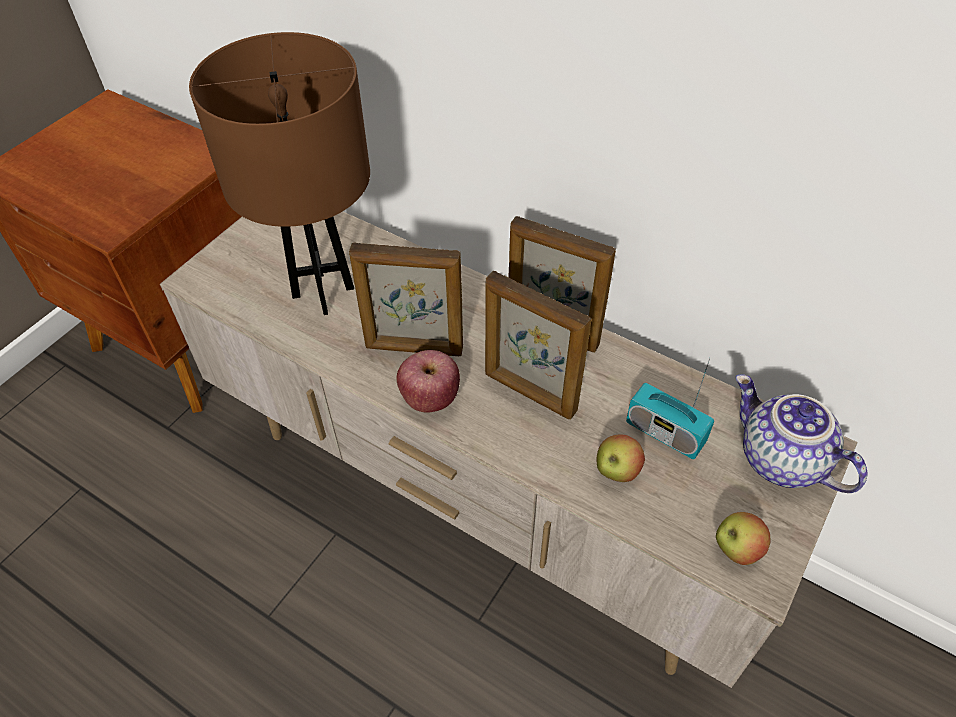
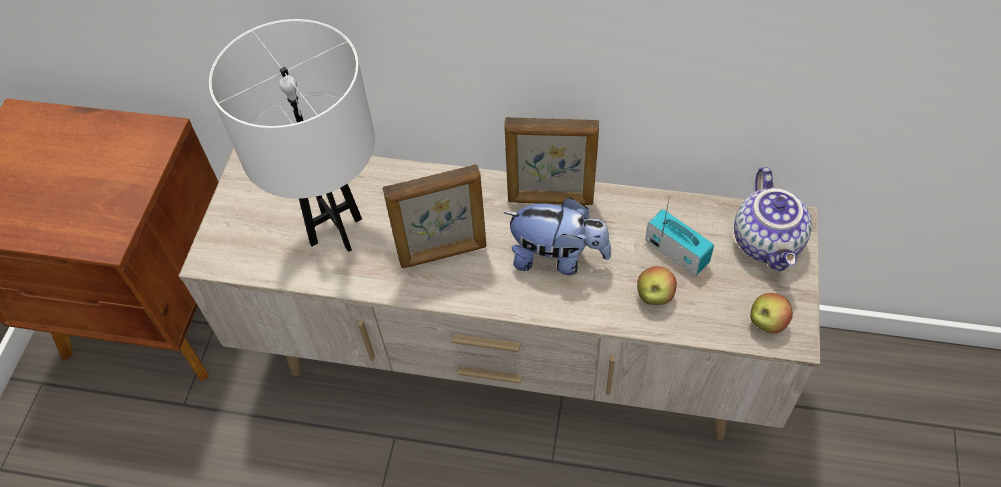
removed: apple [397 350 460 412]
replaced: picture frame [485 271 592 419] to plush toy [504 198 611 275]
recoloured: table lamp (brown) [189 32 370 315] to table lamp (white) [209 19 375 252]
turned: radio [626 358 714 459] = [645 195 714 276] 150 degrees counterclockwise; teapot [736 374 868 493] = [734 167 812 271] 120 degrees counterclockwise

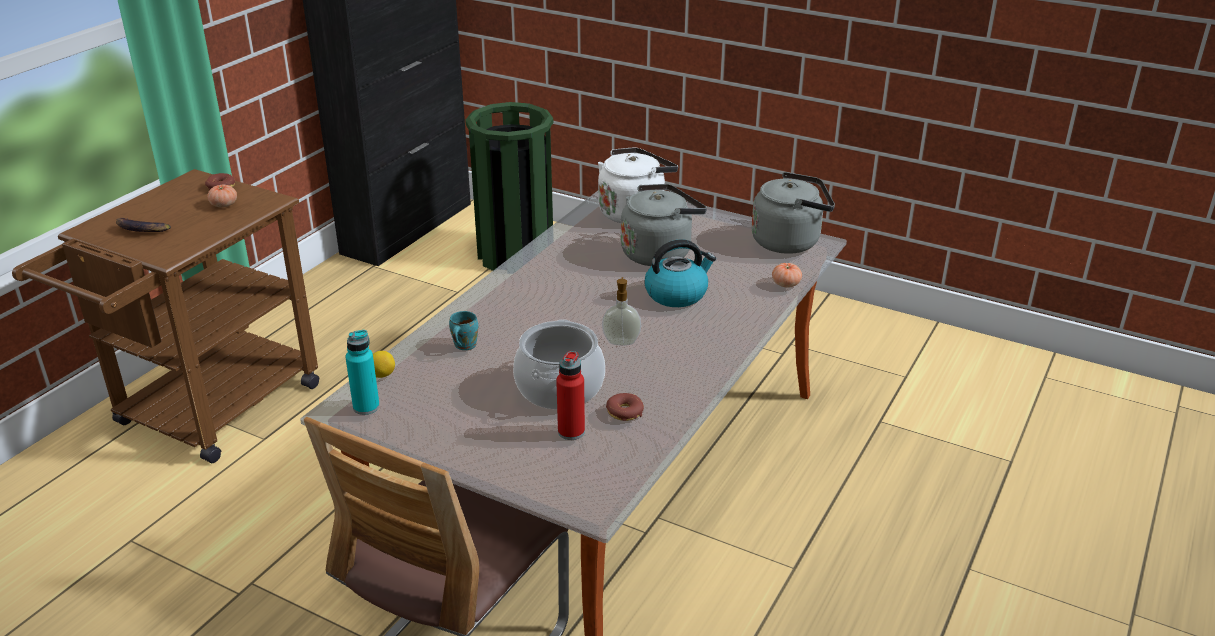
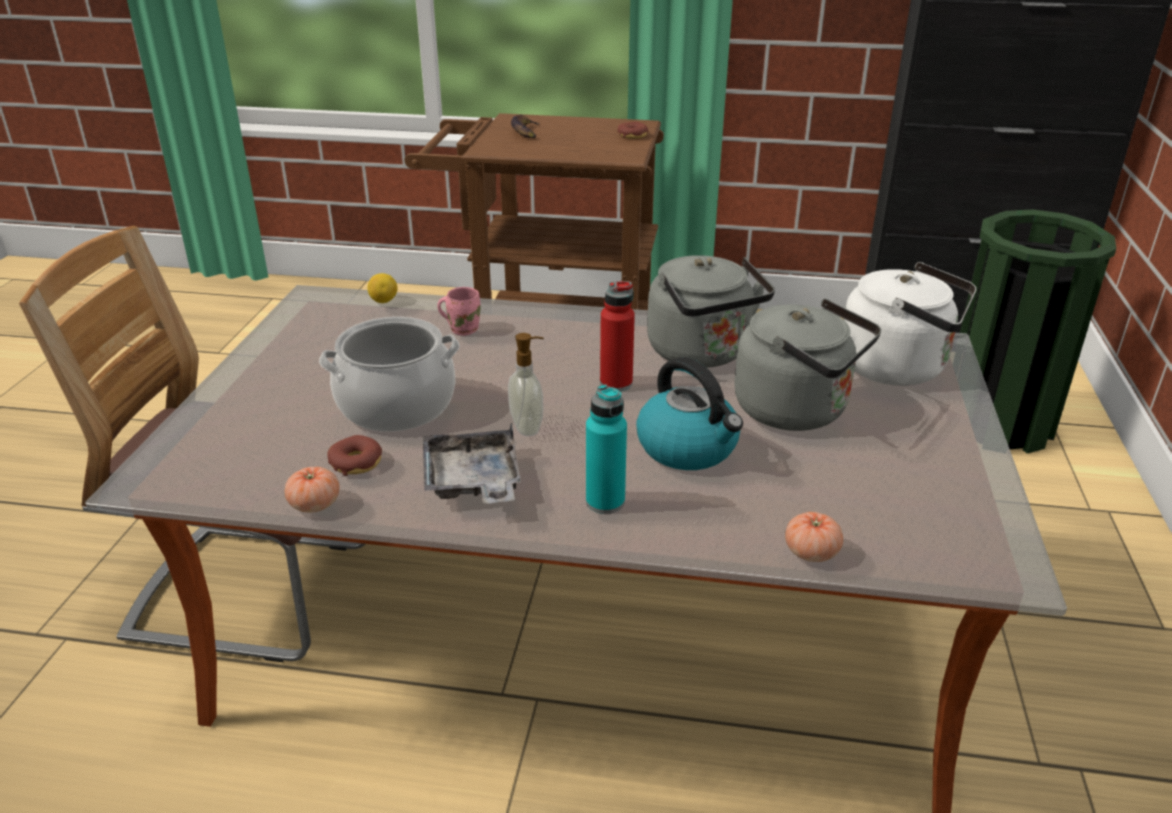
added: tray (grey) [423 423 521 504]
moved: kettle (grey) [751 172 835 254] to [647 256 775 368]; tomato [207 185 237 208] to [285 467 340 513]; bottle (turquoise) [345 330 380 415] to [586 384 627 514]; bottle (red) [556 351 585 440] to [600 281 635 391]
recoloured: mug (turquoise) [449 311 478 350] to mug (pink) [437 287 481 336]

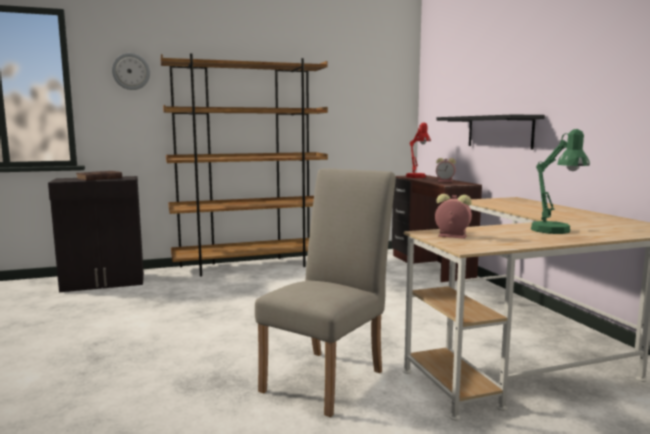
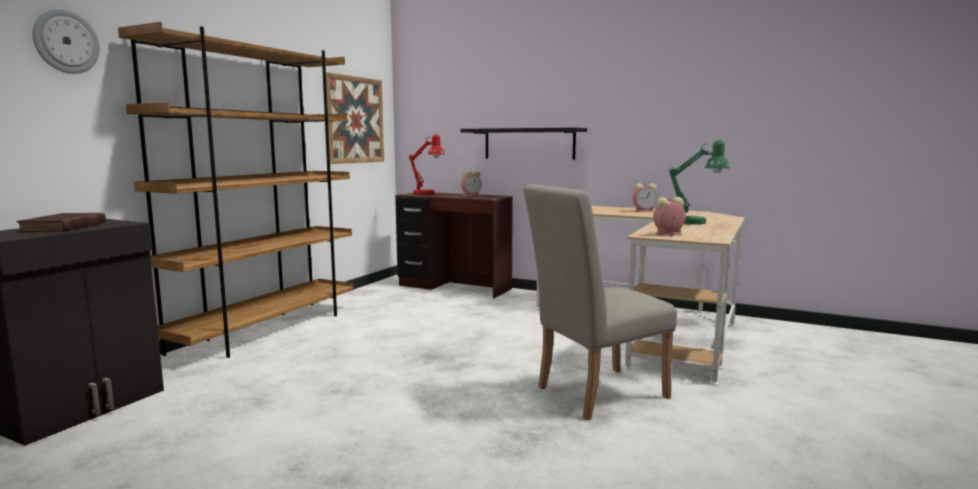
added: picture [326 72 384 164]; alarm clock [633 183 658 212]
turned: chair (beige) [255 168 396 417] = [523 184 677 420] 105 degrees counterclockwise

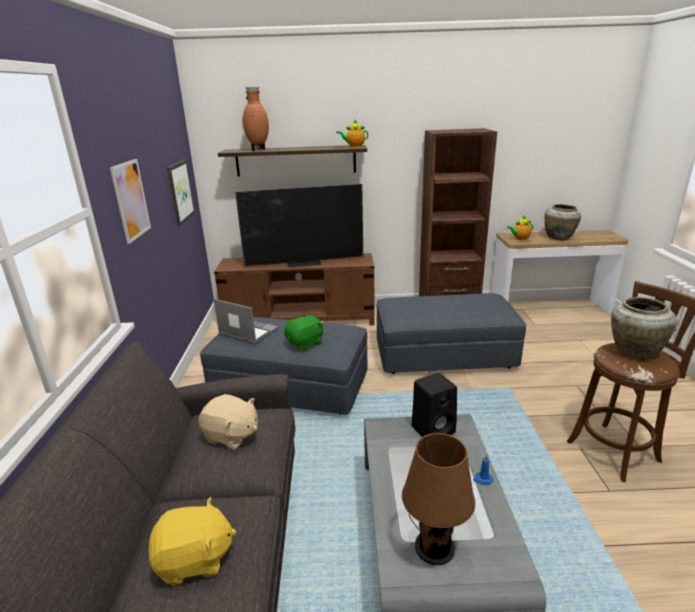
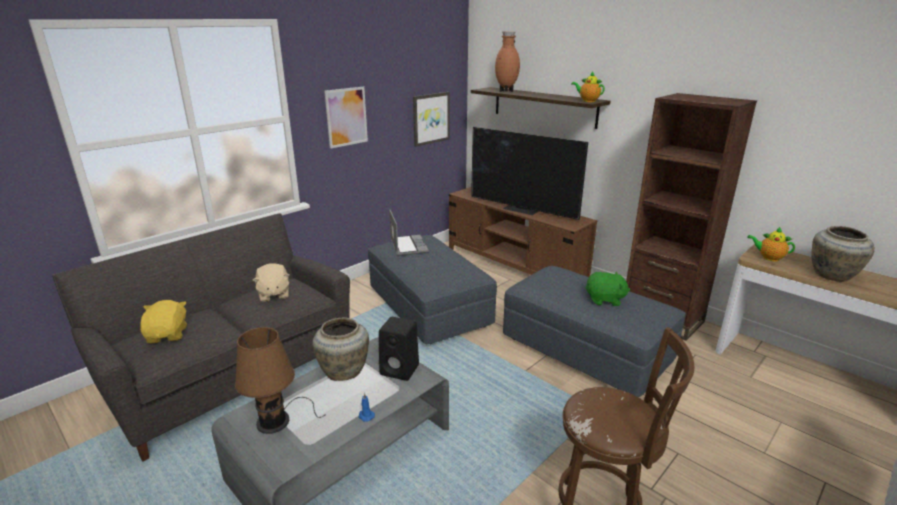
moved: vase (beige) [611 297 677 360] to [312 318 369 381]; plush toy (green) [284 314 323 351] to [585 272 630 306]
turned: plush toy (yellow) [148 497 237 585] = [140 300 187 343] 135 degrees counterclockwise

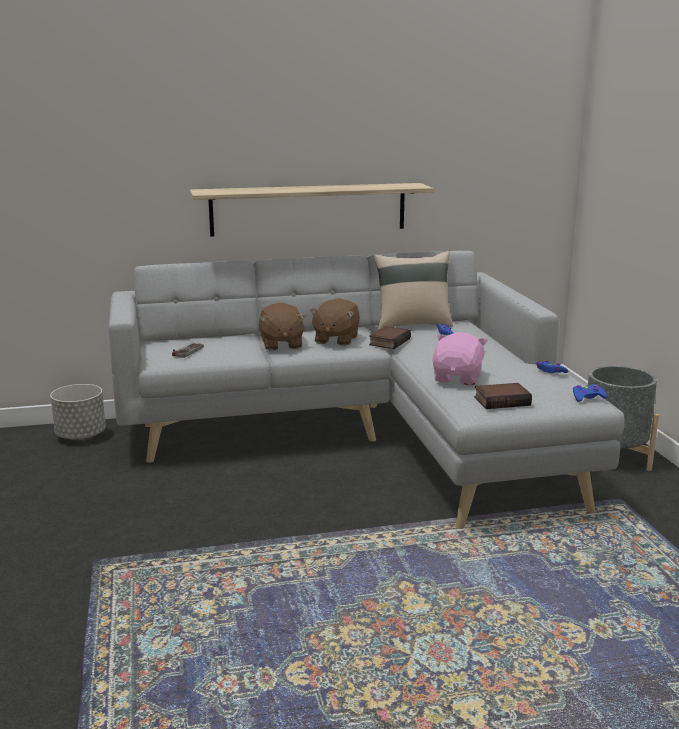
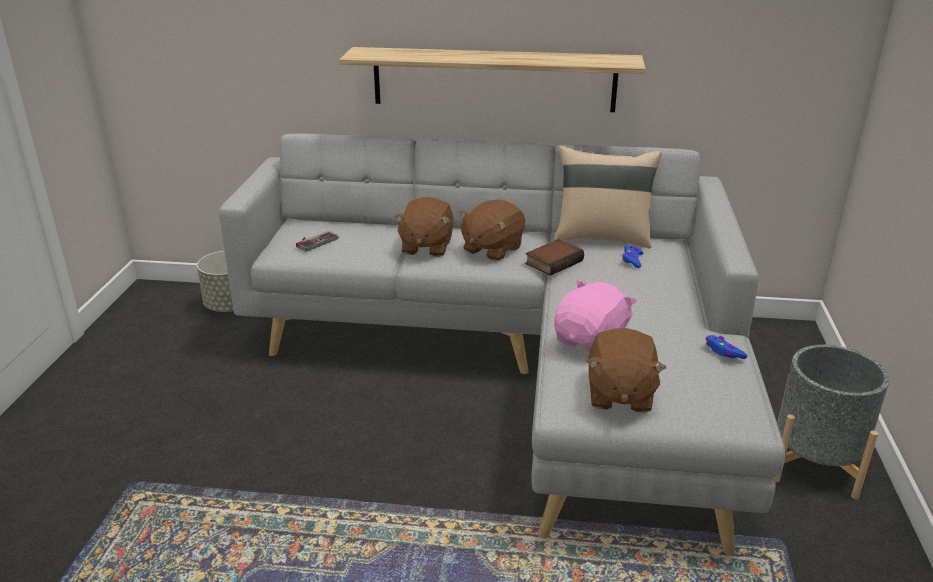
removed: game controller (blue) [573 384 608 402]
replaced: book [474 383 532 409] to plush toy (brown) [586 328 666 413]

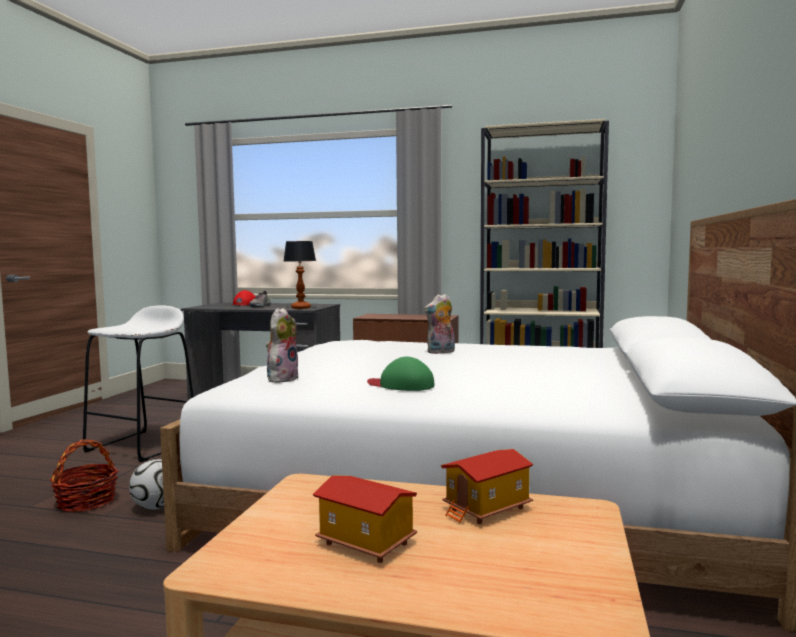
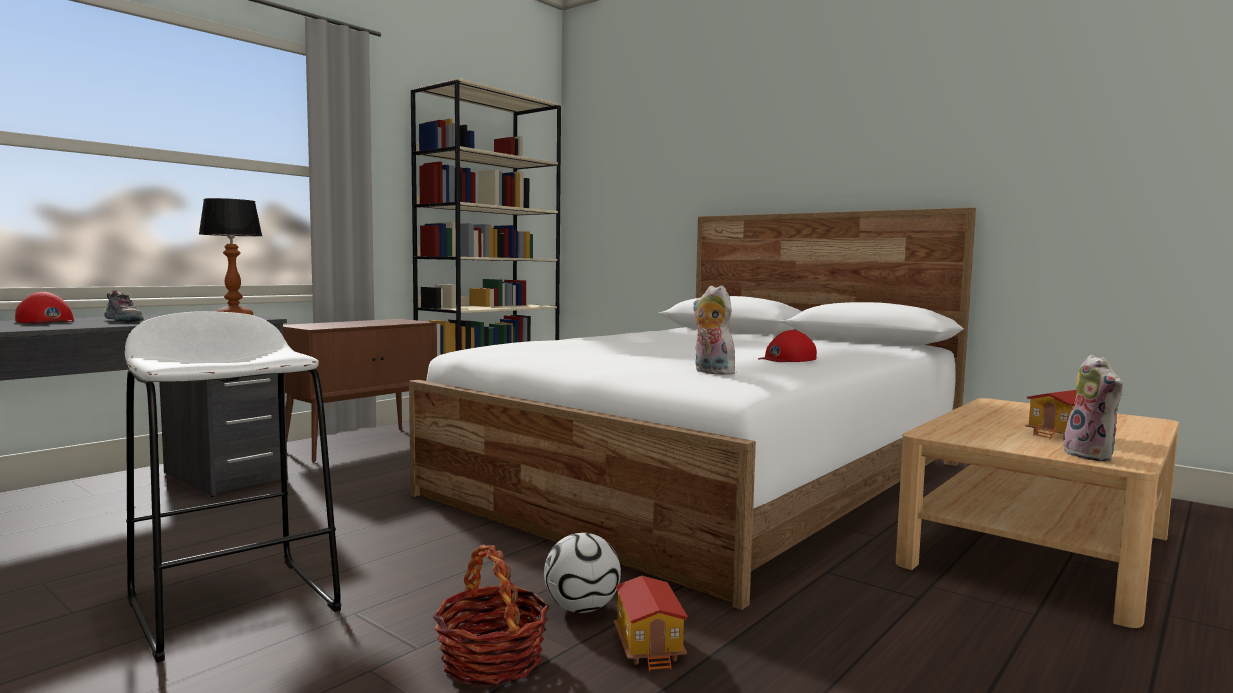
moved: plush toy [424 294 455 354] to [1058 355 1123 462]; toy house [441 449 533 524] to [614 576 688 671]
recoloured: cap (green) [367 357 435 391] to cap (red) [758 330 817 362]

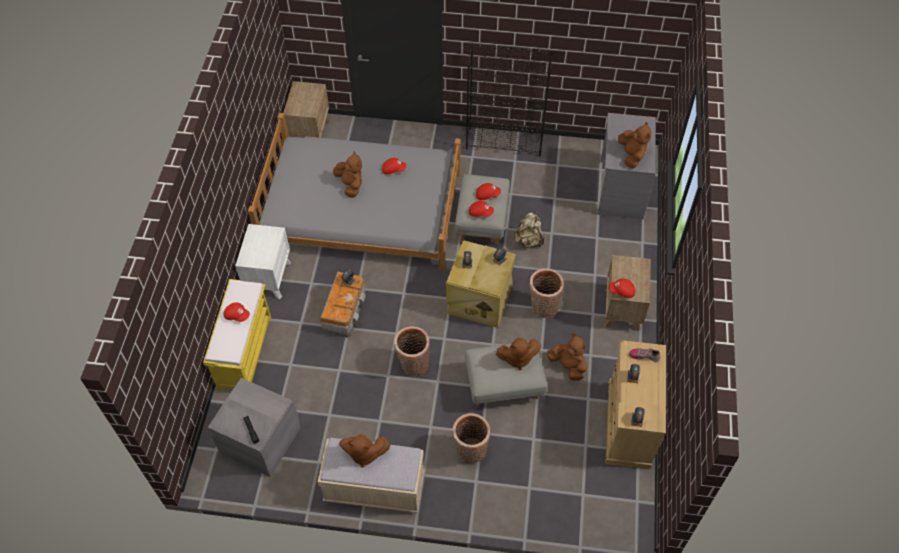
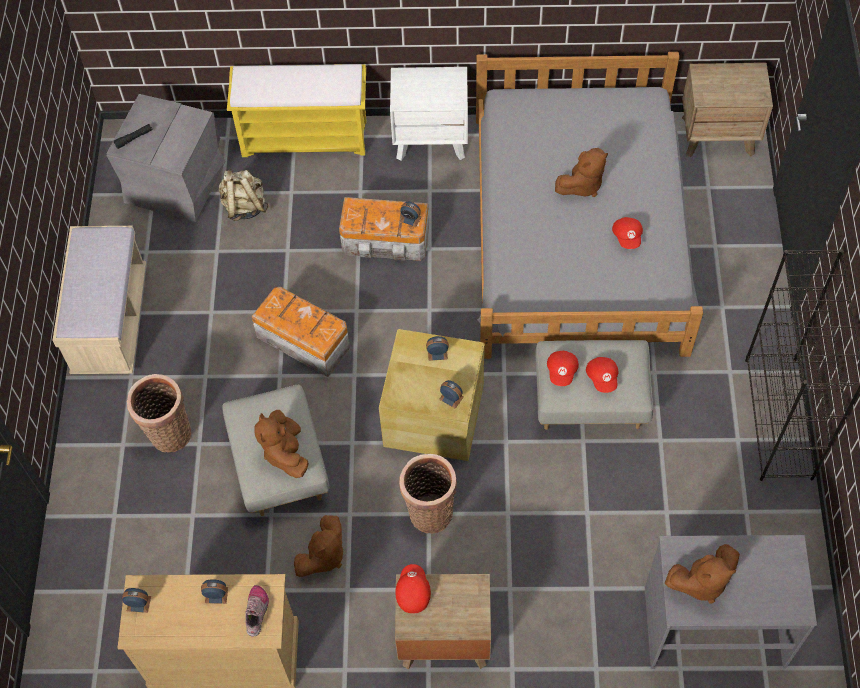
removed: cap (red) [223 303 250 322]; plush toy (brown) [339 434 391 467]
moved: backpack (beige) [514 212 544 248] to [219 169 269 221]
replaced: basket [394 326 430 377] to storage box [251 286 350 377]

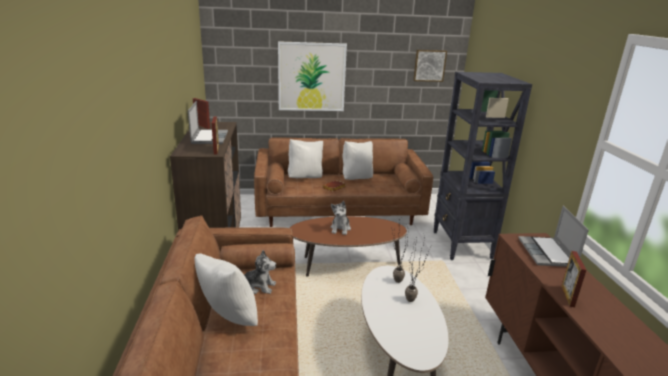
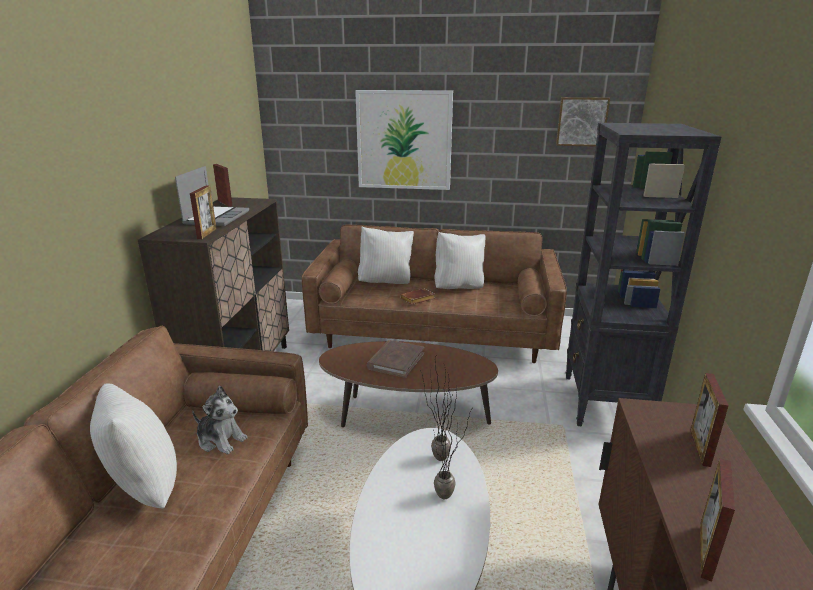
replaced: plush toy [330 201 351 235] to book (brown) [367 340 425 378]; laptop [518 206 589 267] to picture frame [690 373 729 467]

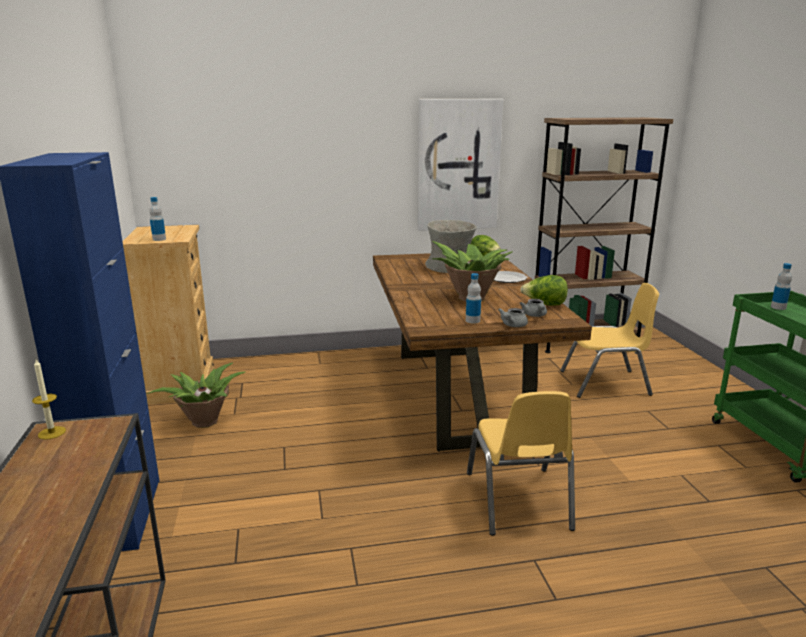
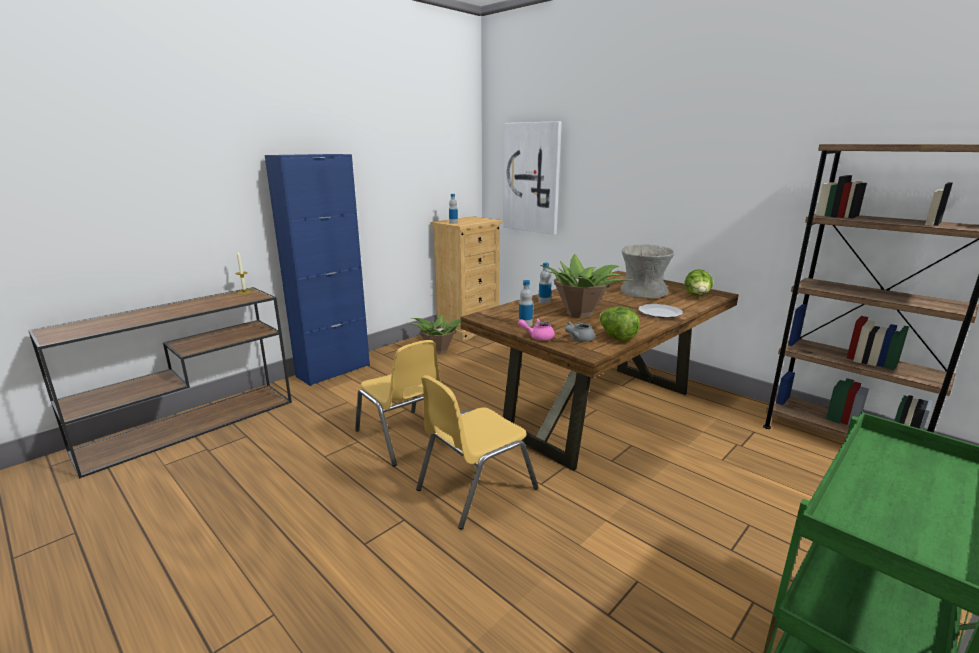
moved: picture [418 99 503 231] to [503 121 562 235]; bottle [771 263 792 310] to [538 263 551 304]; chair (yellow) [560 283 659 398] to [355 340 441 467]
recoloured: teapot (grey) [498 308 528 327] to teapot (pink) [518 318 555 340]

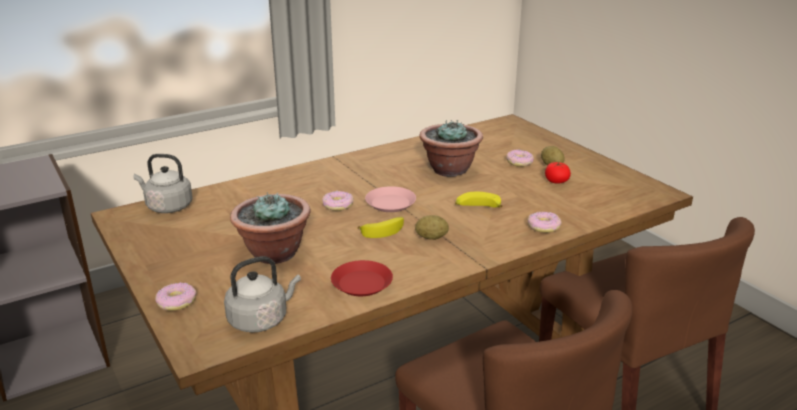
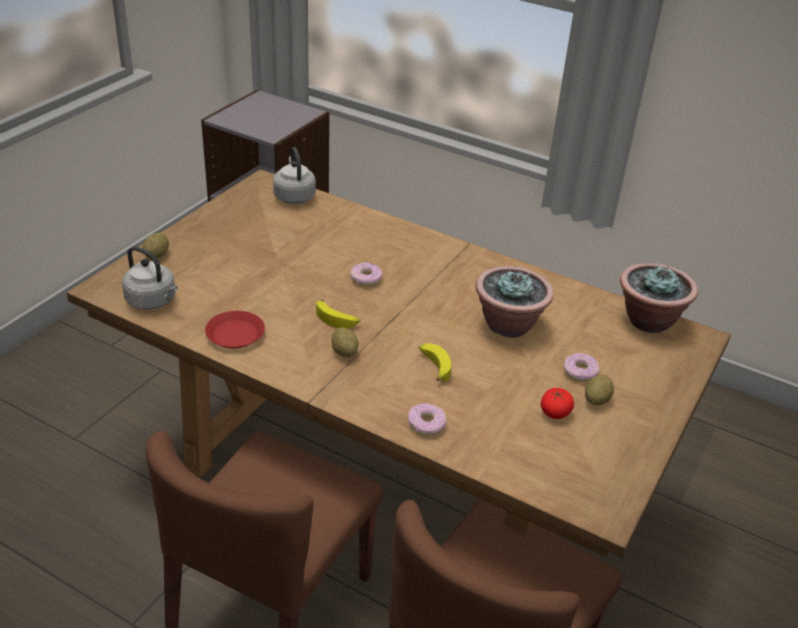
removed: plate (pink) [365 186 416 212]
moved: potted plant [230 192 310 264] to [620 263 698 333]
replaced: donut [155 283 197 311] to potato [142 233 169 258]

